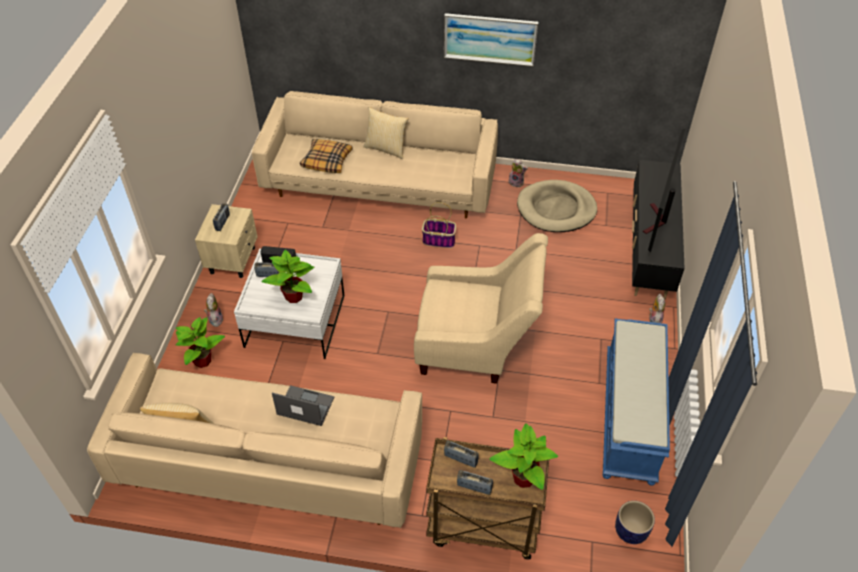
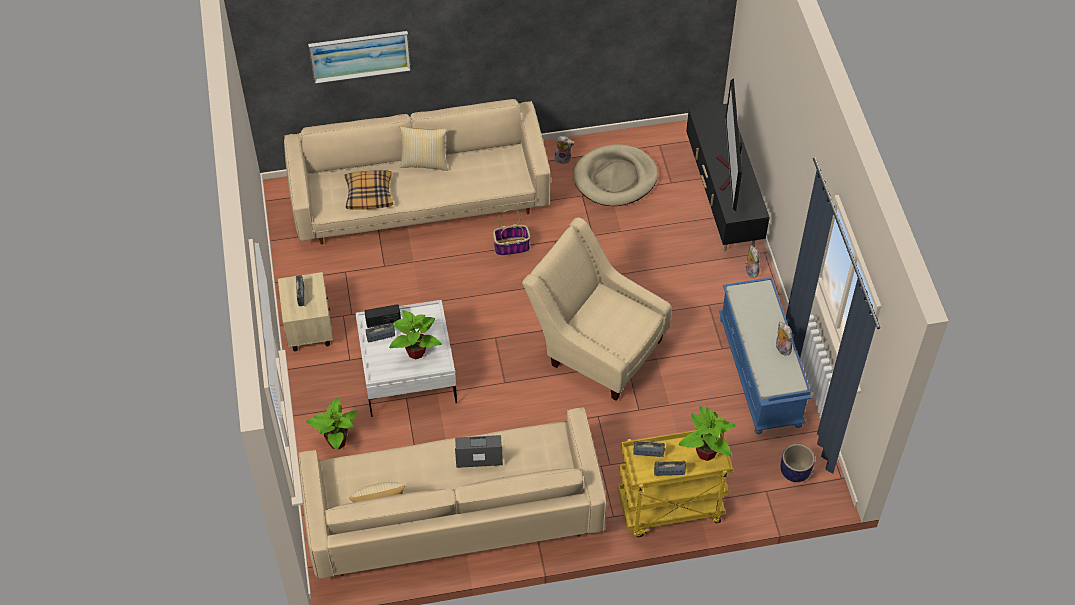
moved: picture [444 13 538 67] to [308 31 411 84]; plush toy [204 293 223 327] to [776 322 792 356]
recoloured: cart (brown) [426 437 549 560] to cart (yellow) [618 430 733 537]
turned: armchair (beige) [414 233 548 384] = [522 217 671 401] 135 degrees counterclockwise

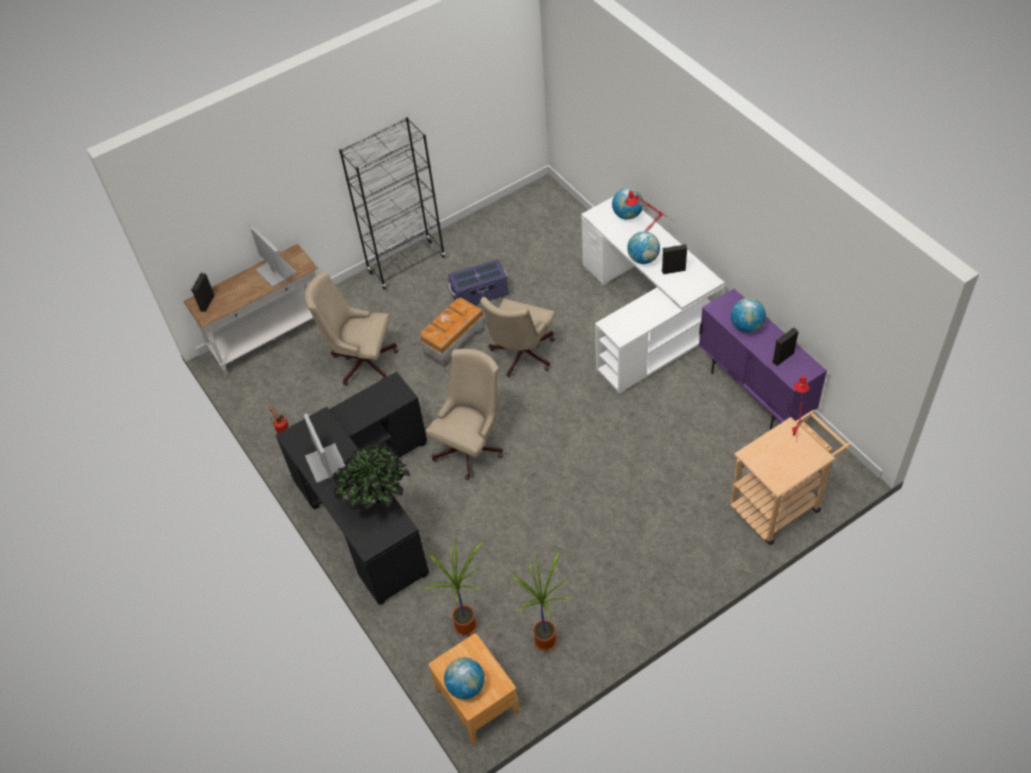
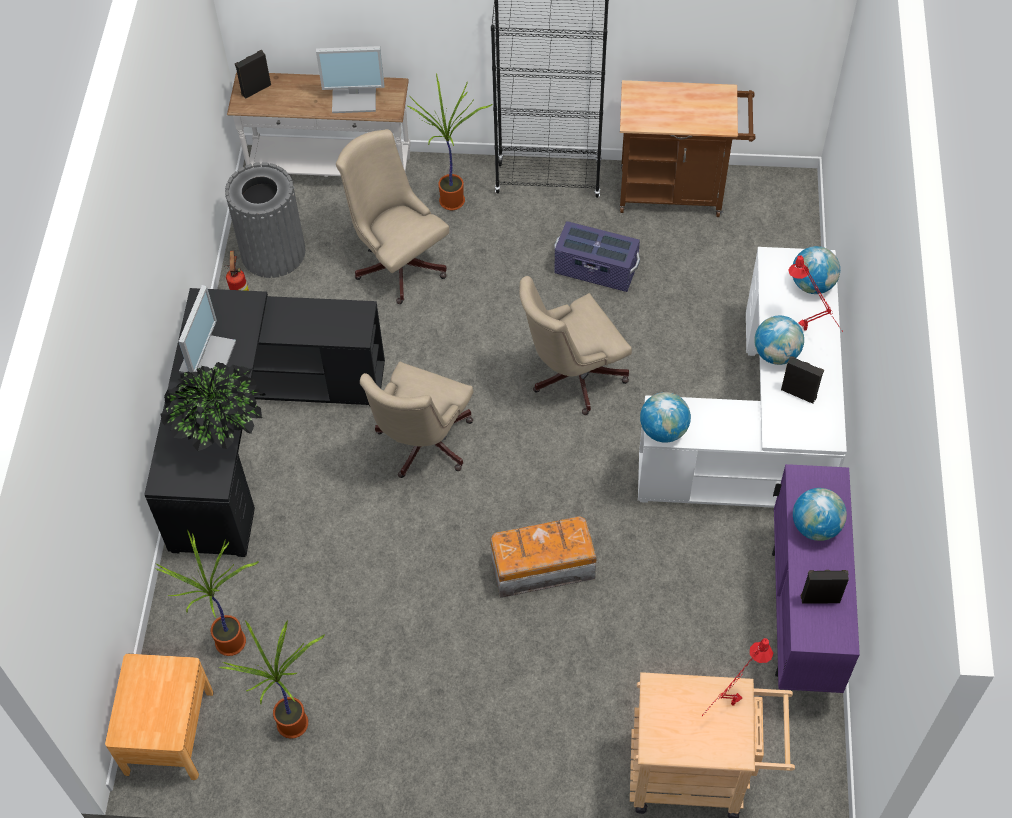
added: potted plant [406 73 493 210]; cart (brown) [620 80 755 217]; trash can (grey) [225 162 305 278]
moved: storage box [420 298 485 368] to [490 516 597 598]; globe [444 657 485 699] to [640 392 691 443]
turned: monitor [250 226 297 287] = [316 46 384 113] 90 degrees clockwise; office chair (beige) [426 349 503 480] = [360 362 474 478] 135 degrees clockwise

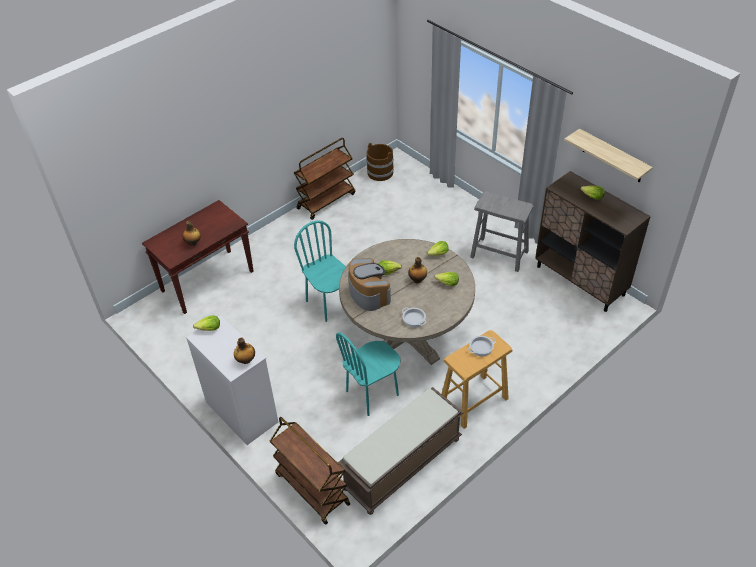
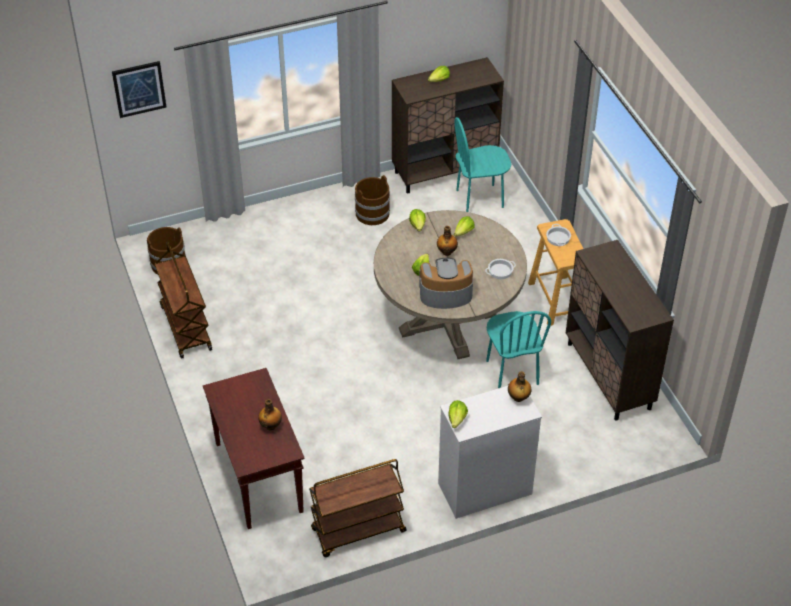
removed: shelf [564 128 653 182]
added: picture [112 61 166 118]
moved: chair (turquoise) [294 220 346 322] to [454 117 512 212]; cart (brown) [270 417 350 525] to [309 459 407 557]
replaced: stool (grey) [470 191 534 272] to bucket (brown) [355 175 390 225]; bench (brown) [338 387 464 515] to cabinet (brown) [566 240 674 421]

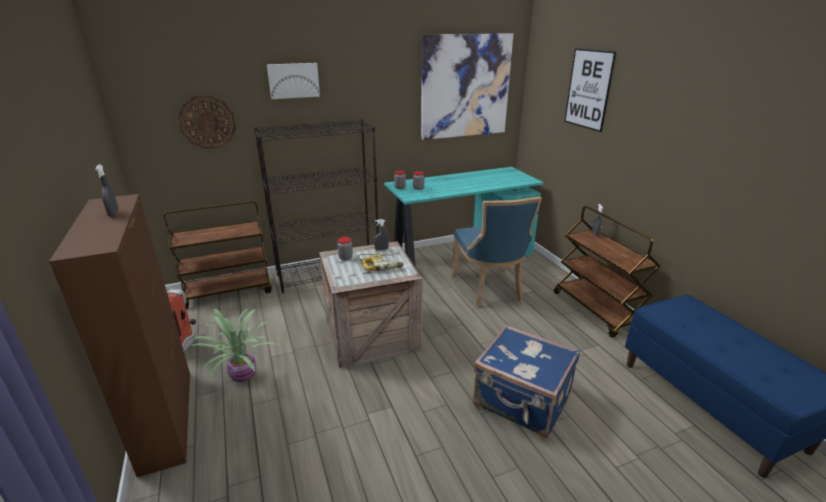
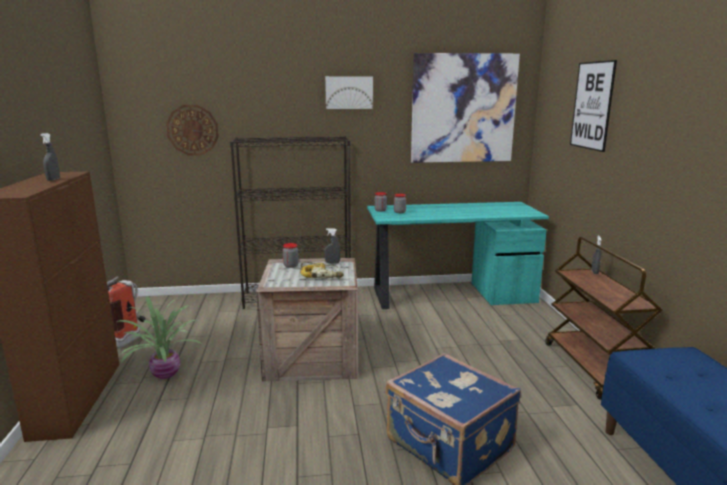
removed: chair (blue) [451 196 542 307]; cart (brown) [164 201 272 309]
moved: picture [267 63 320 99] to [325 76 373 109]

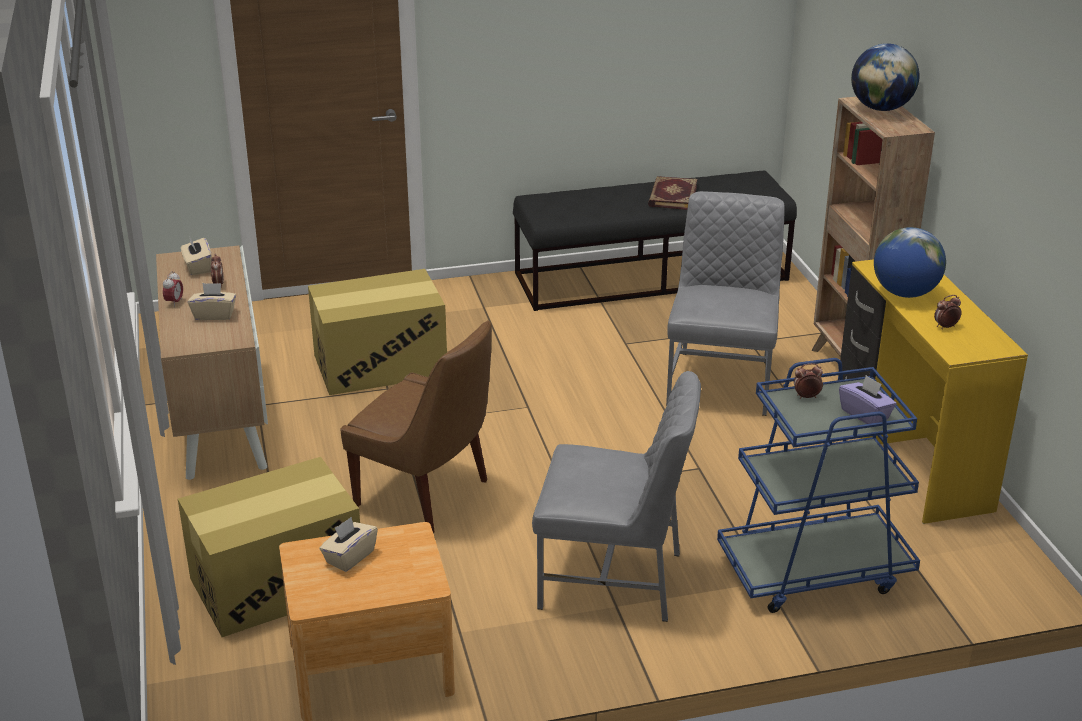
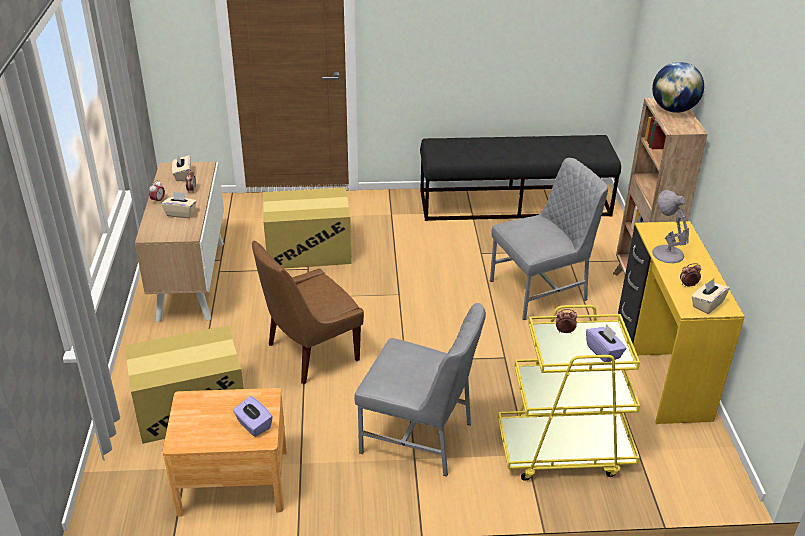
removed: book [648 176 697 210]
added: tissue box (purple) [233 396 273 437]
moved: tissue box (beige) [319 517 378 572] to [692 279 730 314]
replaced: globe [874 227 946 298] to table lamp (grey) [652 190 689 263]
recoloured: cart (blue) [717 358 920 613] to cart (yellow) [498 305 640 481]
turned: chair (grey) [666 191 785 416] = [490 158 608 320] 45 degrees clockwise; chair (brown) [340 320 492 533] = [252 241 364 384] 105 degrees clockwise

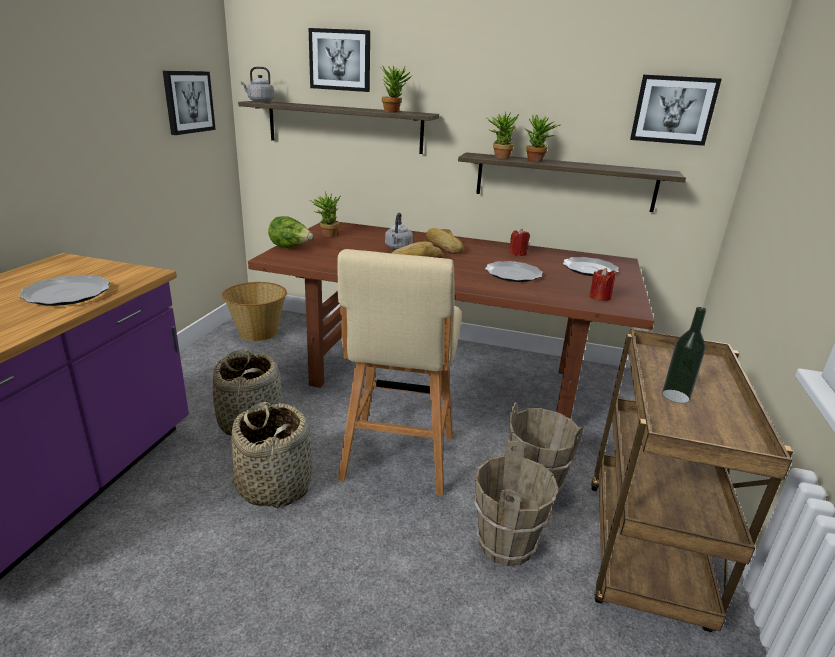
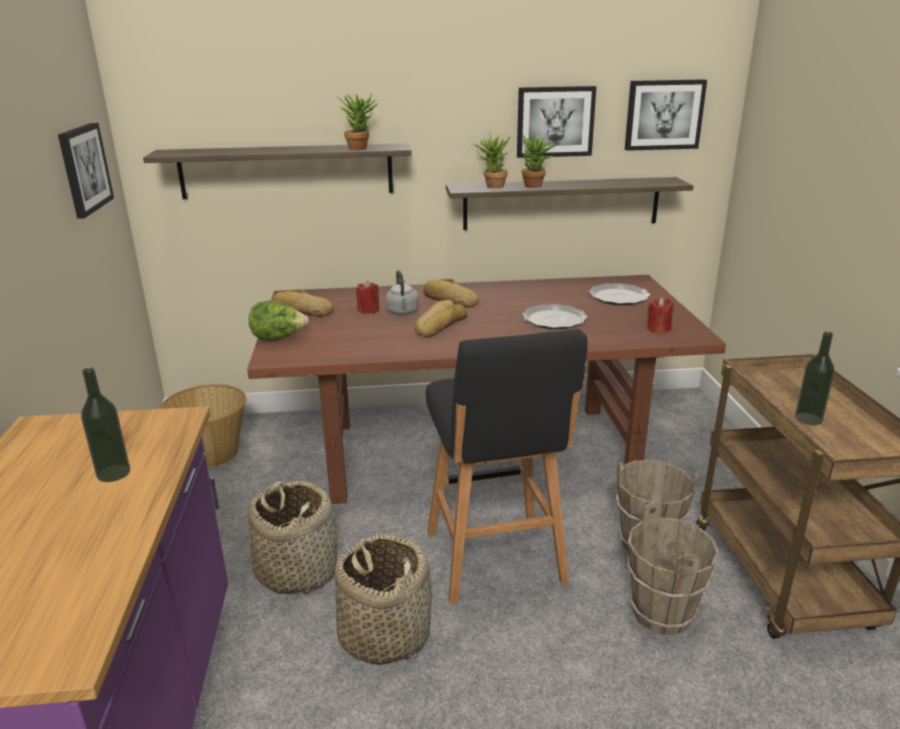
removed: kettle (grey) [241 67 274 102]
moved: picture [309 28 370 92] to [517 86 597 158]; candle (red) [509 229 530 256] to [356 281 379 314]
replaced: potted plant [309 191 340 237] to bread [272 289 333 317]; plate [19 275 110 306] to bottle [81 368 130 482]
recoloured: stool (beige) [337 249 462 496] to stool (black) [426 329 588 605]

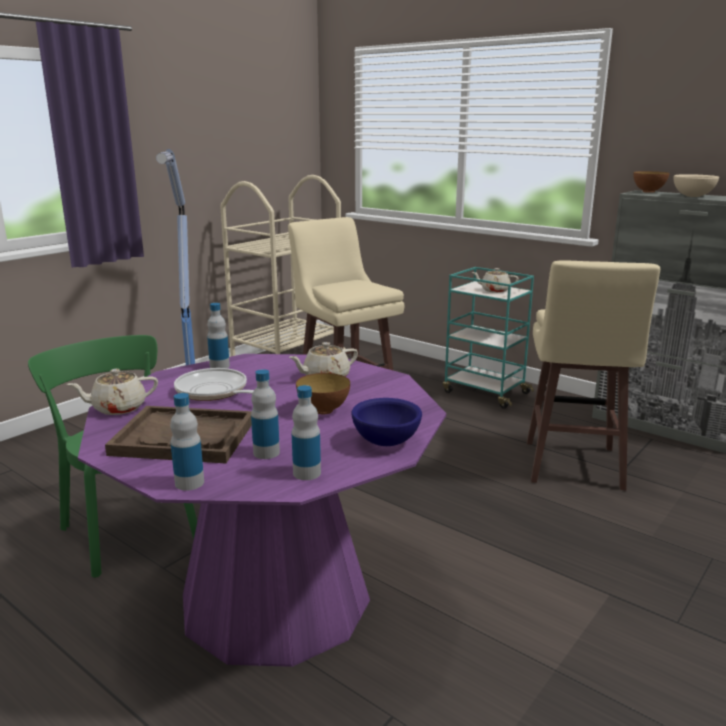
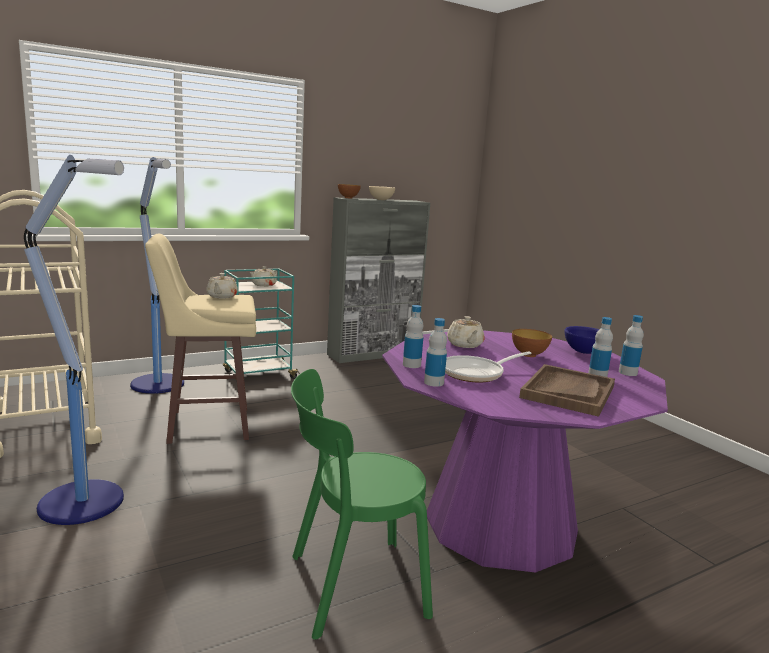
removed: stool (beige) [527 261 660 490]
added: floor lamp [130 157 184 394]
moved: teapot (beige) [67 369 158 415] to [206 273 238 299]; bottle [170 393 204 491] to [424 318 447 387]

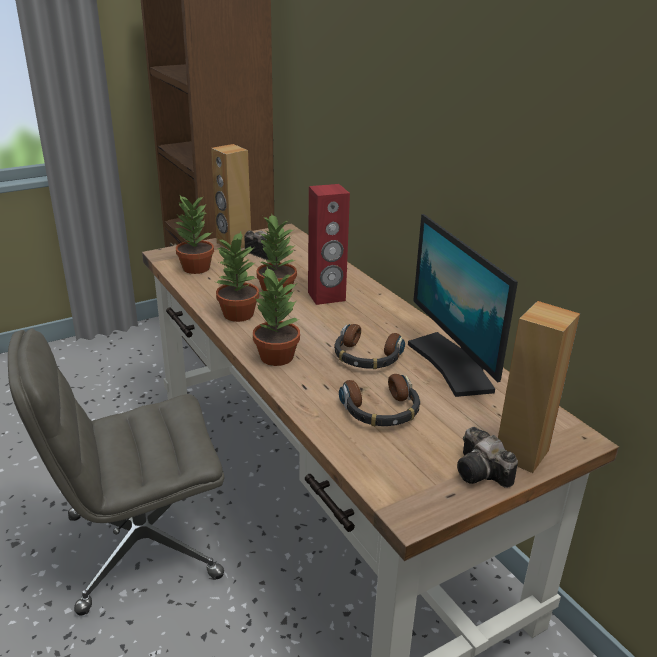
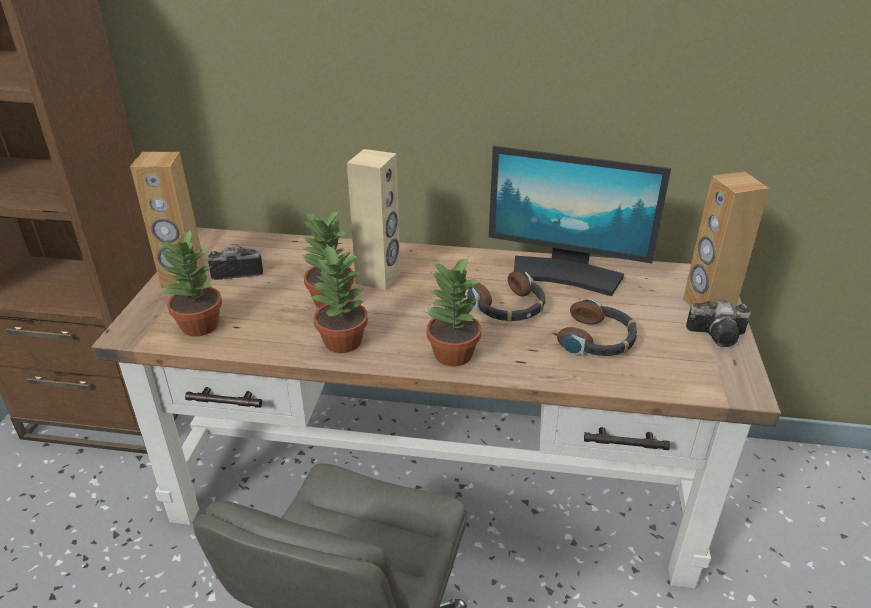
recoloured: speaker (red) [308 184 350 305] to speaker (beige) [347 149 400 290]

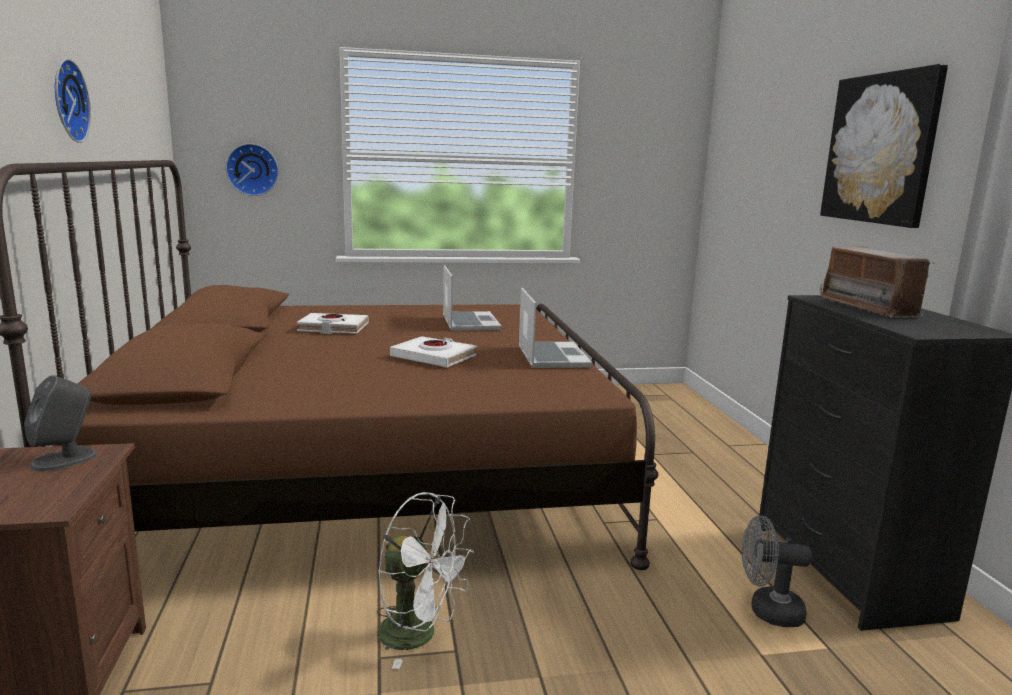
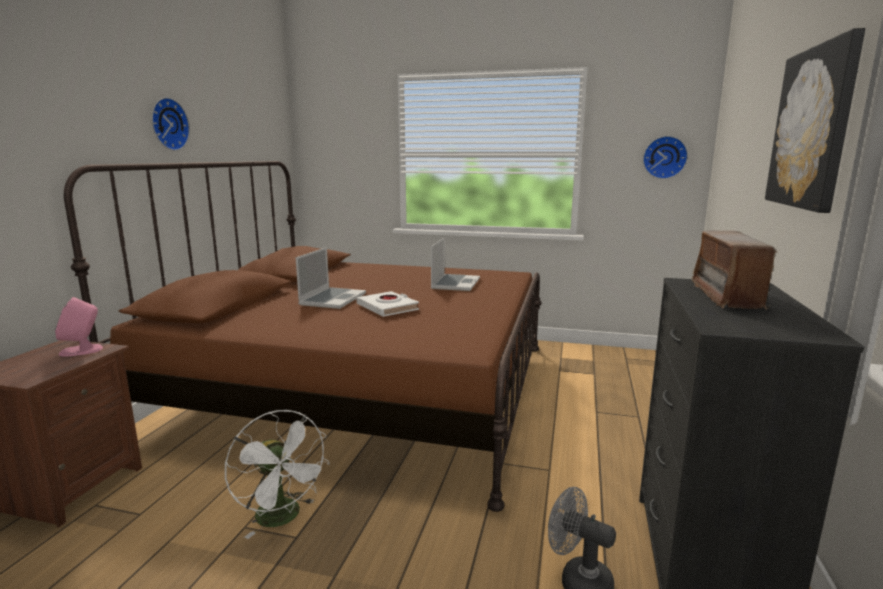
removed: book (white) [297 313 368 334]
moved: wall clock [225 143 279 196] to [643 136 688 179]; laptop [519 288 592 368] to [296 247 366 309]
recoloured: speaker (grey) [24 375 97 472] to speaker (pink) [55 297 103 357]

